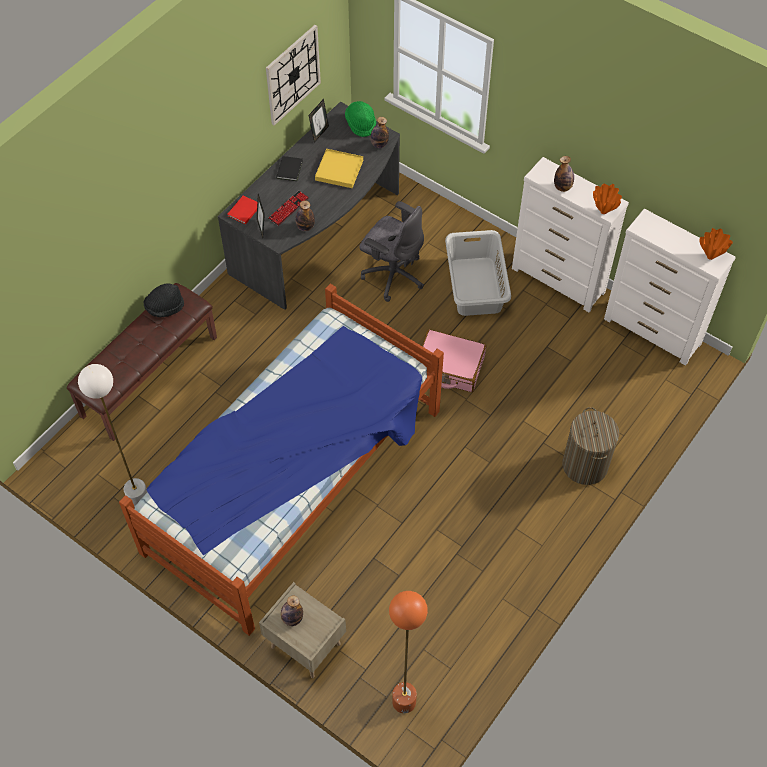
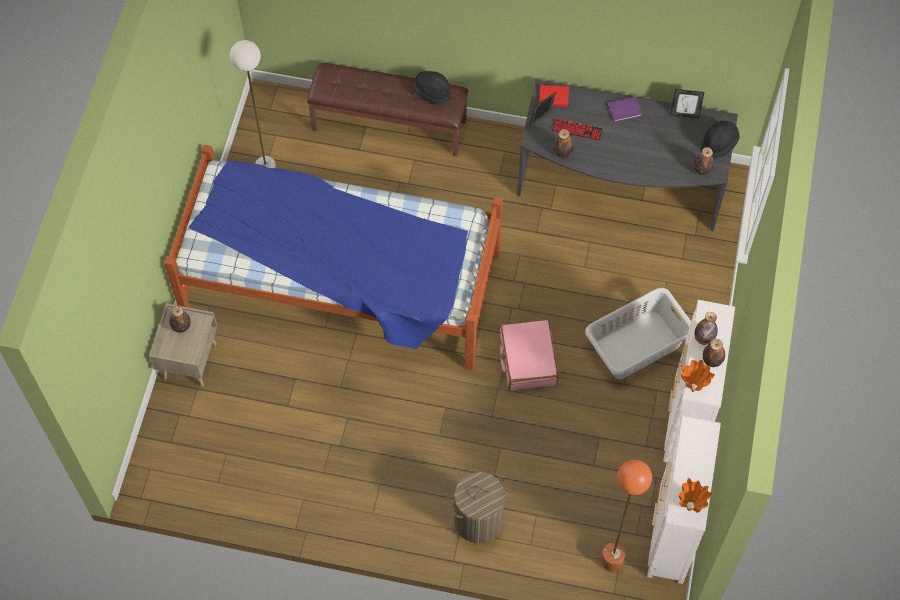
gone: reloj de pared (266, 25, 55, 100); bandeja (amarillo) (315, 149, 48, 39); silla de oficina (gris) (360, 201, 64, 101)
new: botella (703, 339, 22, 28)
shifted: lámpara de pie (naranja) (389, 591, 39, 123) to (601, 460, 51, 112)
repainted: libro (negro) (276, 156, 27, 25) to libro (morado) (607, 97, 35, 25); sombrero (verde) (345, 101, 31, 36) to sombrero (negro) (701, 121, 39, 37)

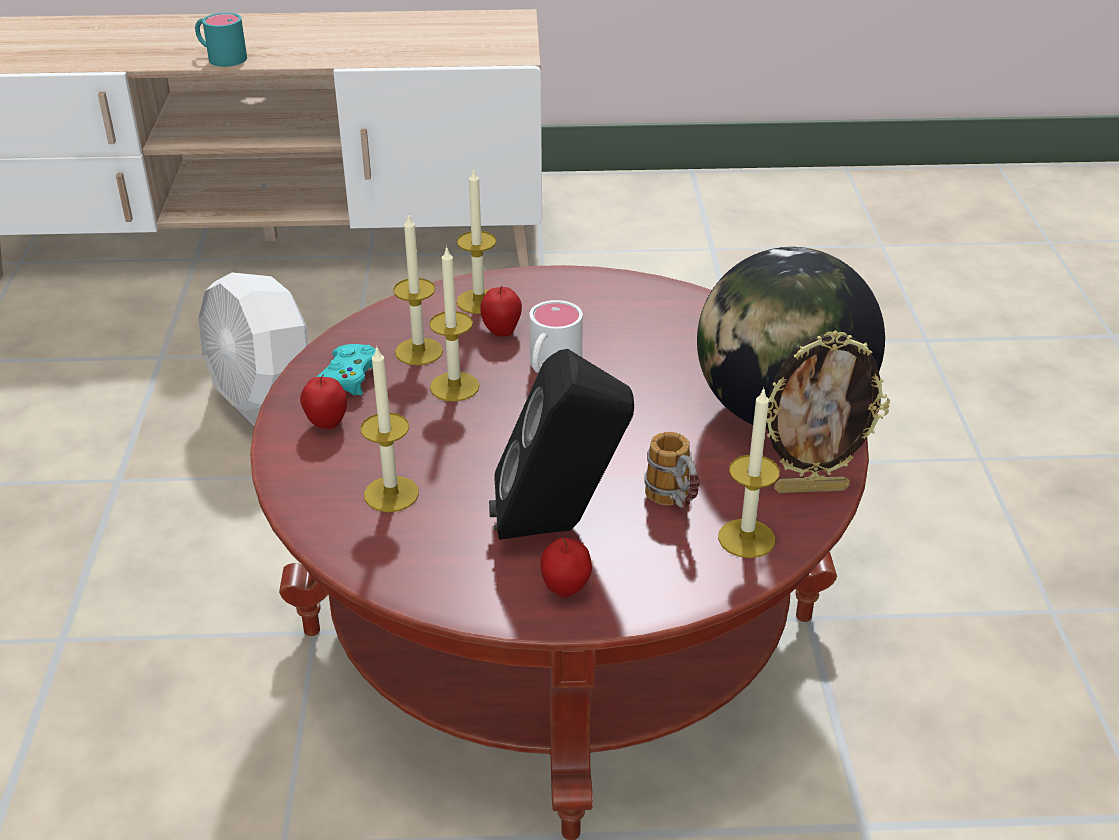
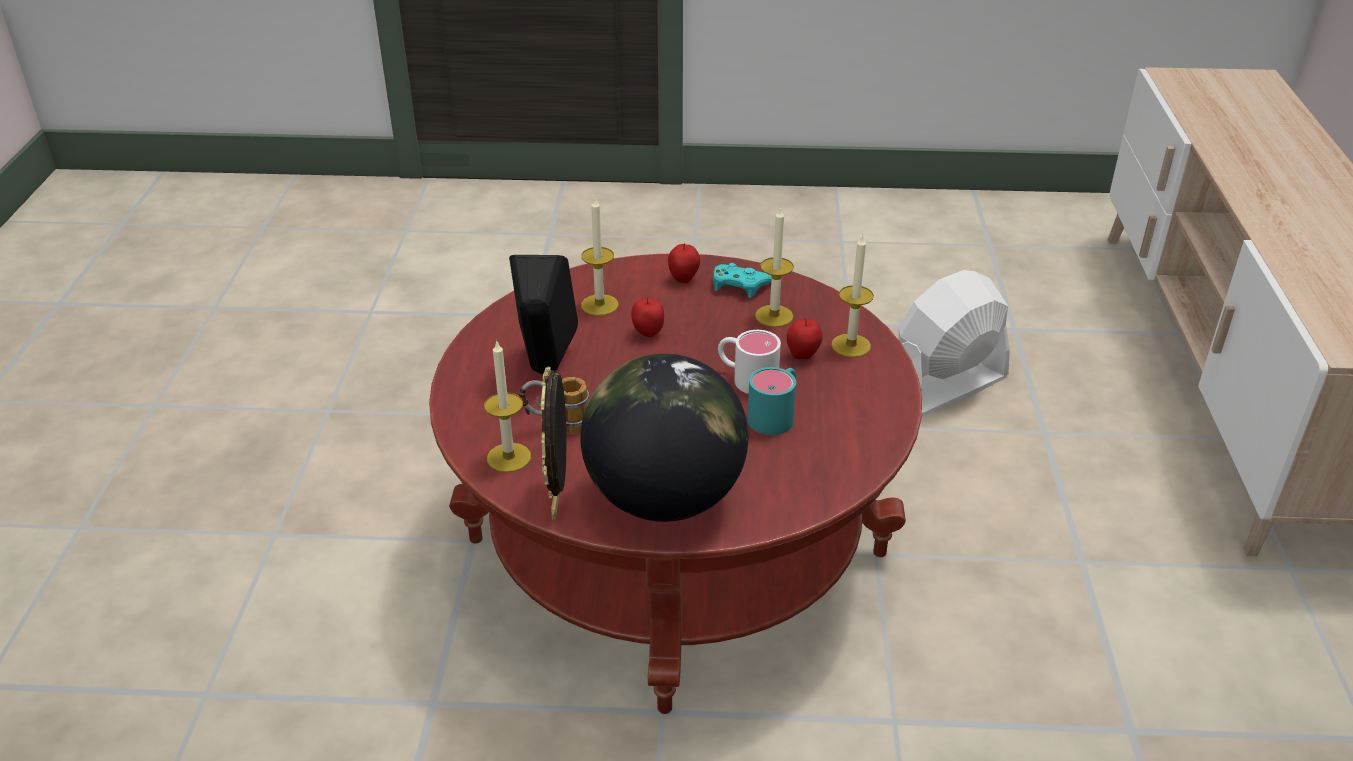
gone: vela (429, 245, 51, 157)
shifted: taza grande (turquesa) (195, 12, 52, 55) to (747, 367, 49, 68); manzana (540, 538, 52, 60) to (631, 295, 33, 42)

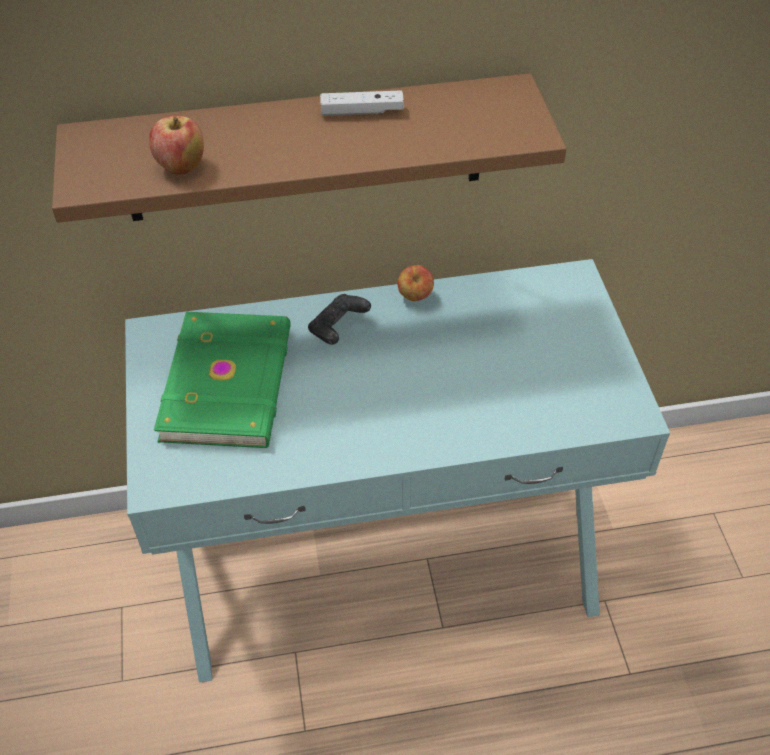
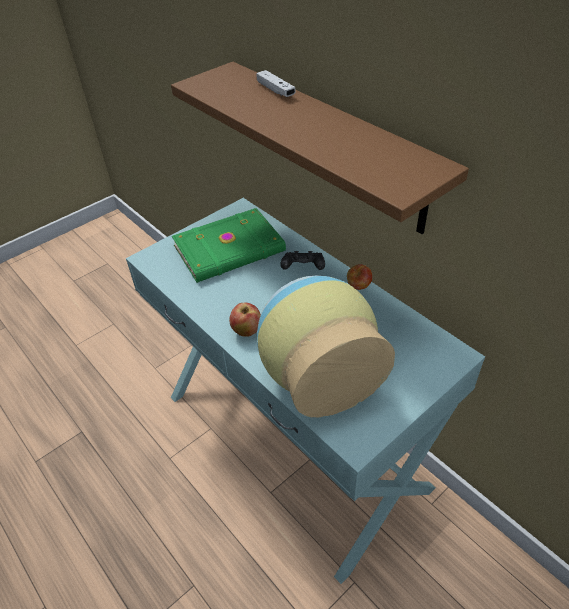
new: florero (257, 276, 138, 142)
shifted: manzana (149, 115, 55, 59) to (229, 303, 32, 34); mando de consola (blanco) (320, 90, 84, 26) to (256, 70, 40, 27)

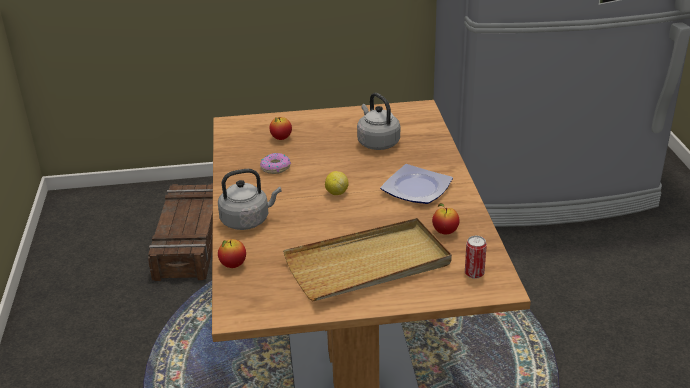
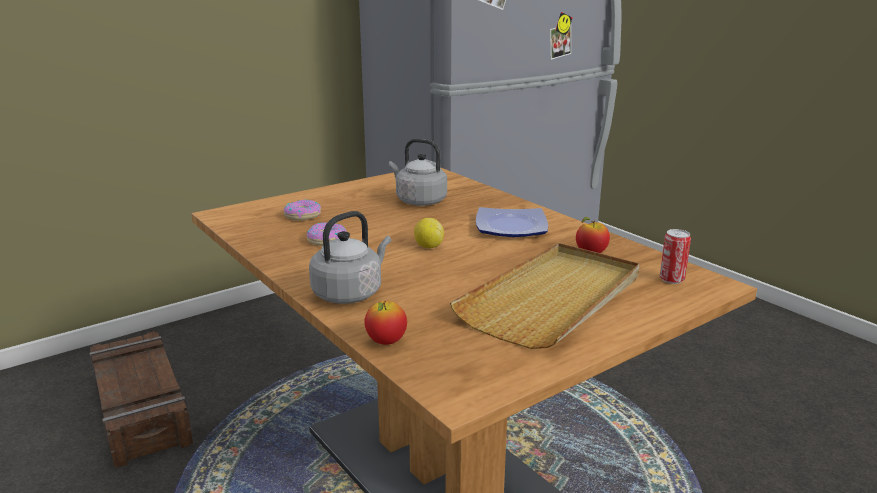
swapped: manzana (269, 117, 23, 23) to rosquilla (283, 200, 38, 21)

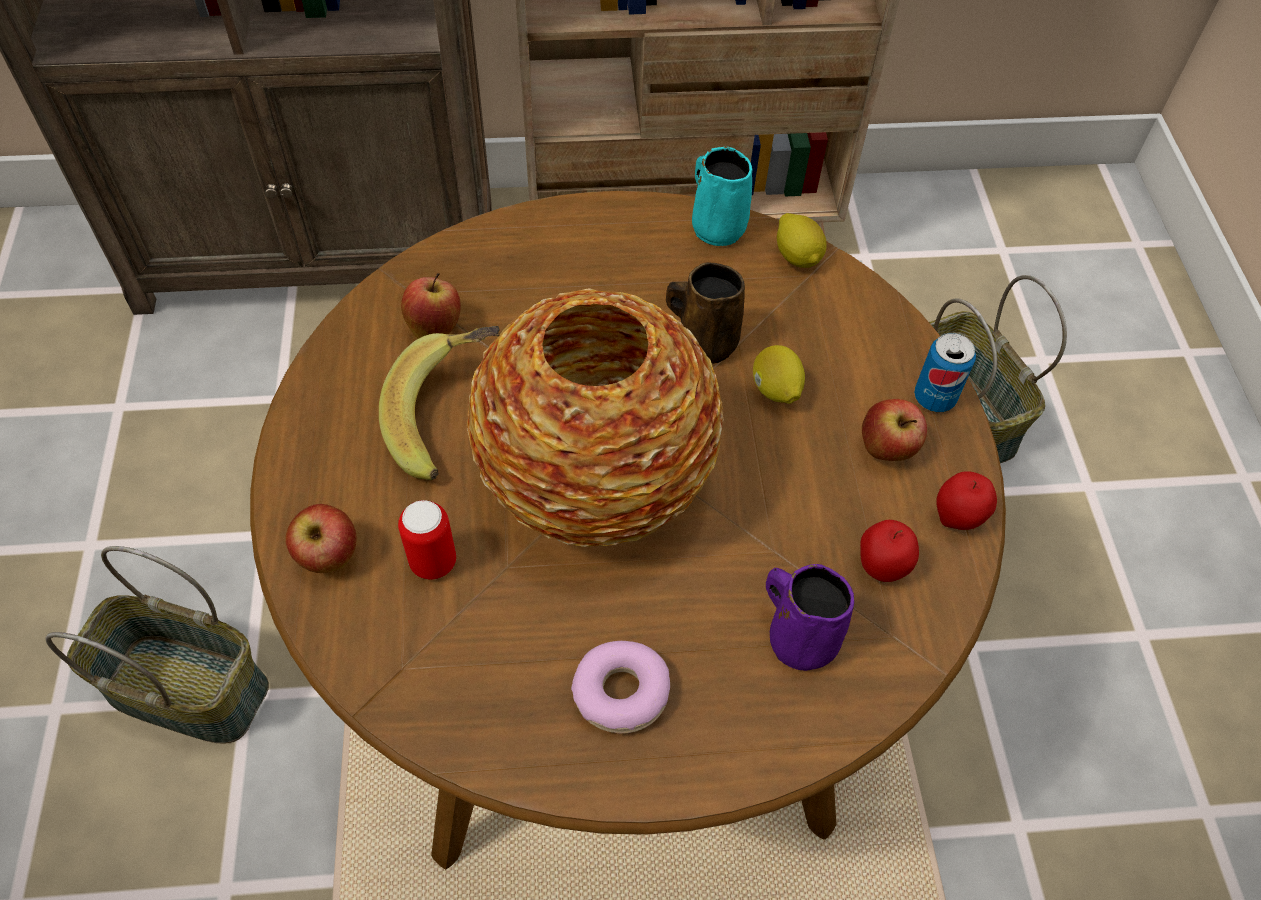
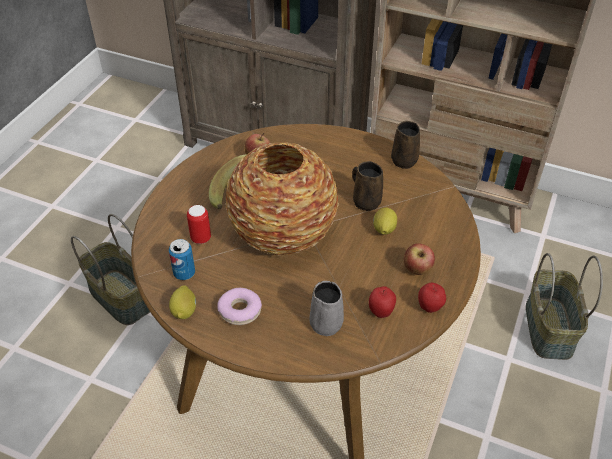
gone: manzana (285, 504, 72, 69)
shifted: limón (777, 213, 50, 55) to (169, 285, 27, 34); lata (914, 333, 62, 79) to (169, 239, 26, 41)
repainted: taza grande (turquesa) (692, 147, 60, 99) to taza grande (marrón) (391, 121, 29, 48); taza grande (morado) (766, 564, 88, 109) to taza grande (gris) (310, 281, 34, 55)

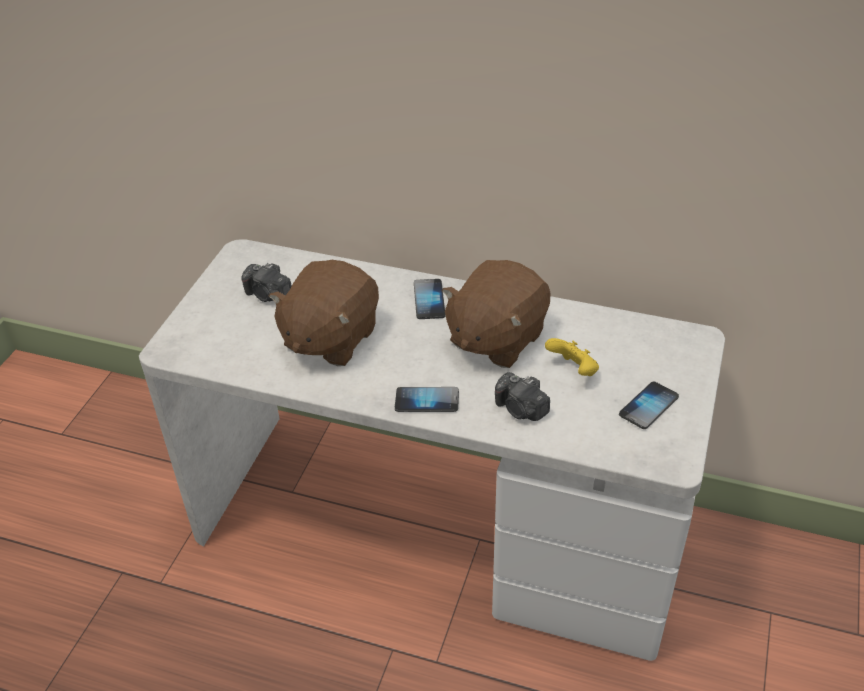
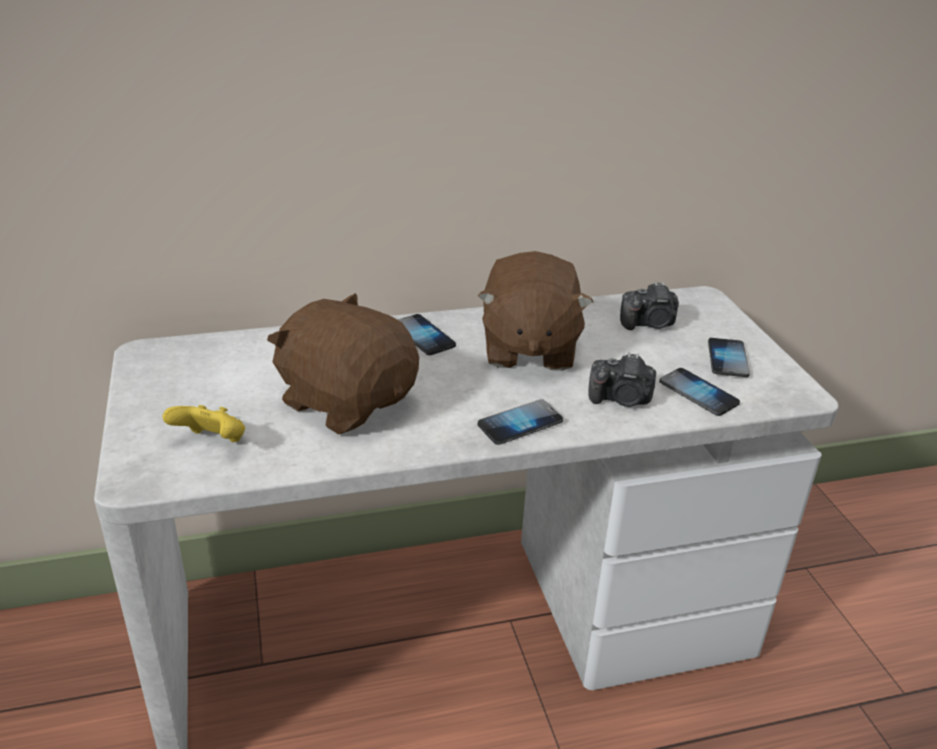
new: móvil (659, 368, 81, 48)
shifted: cámara (241, 263, 51, 39) to (620, 282, 59, 48); mando de consola (amarillo) (545, 338, 54, 38) to (162, 405, 83, 37)
rotated: peluche (marrón) (269, 260, 110, 106) = (267, 293, 152, 142) 135 degrees clockwise

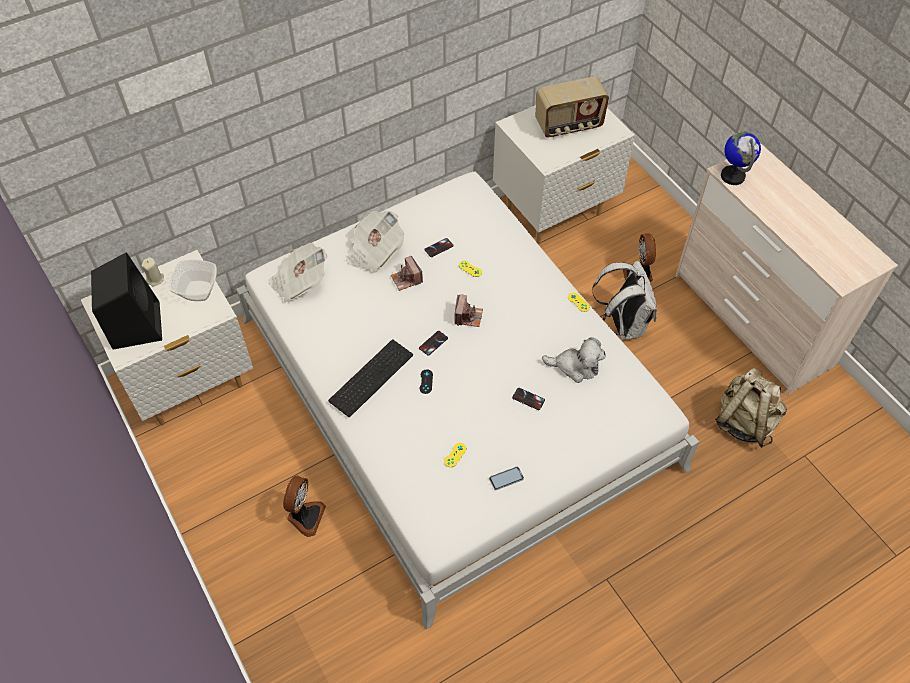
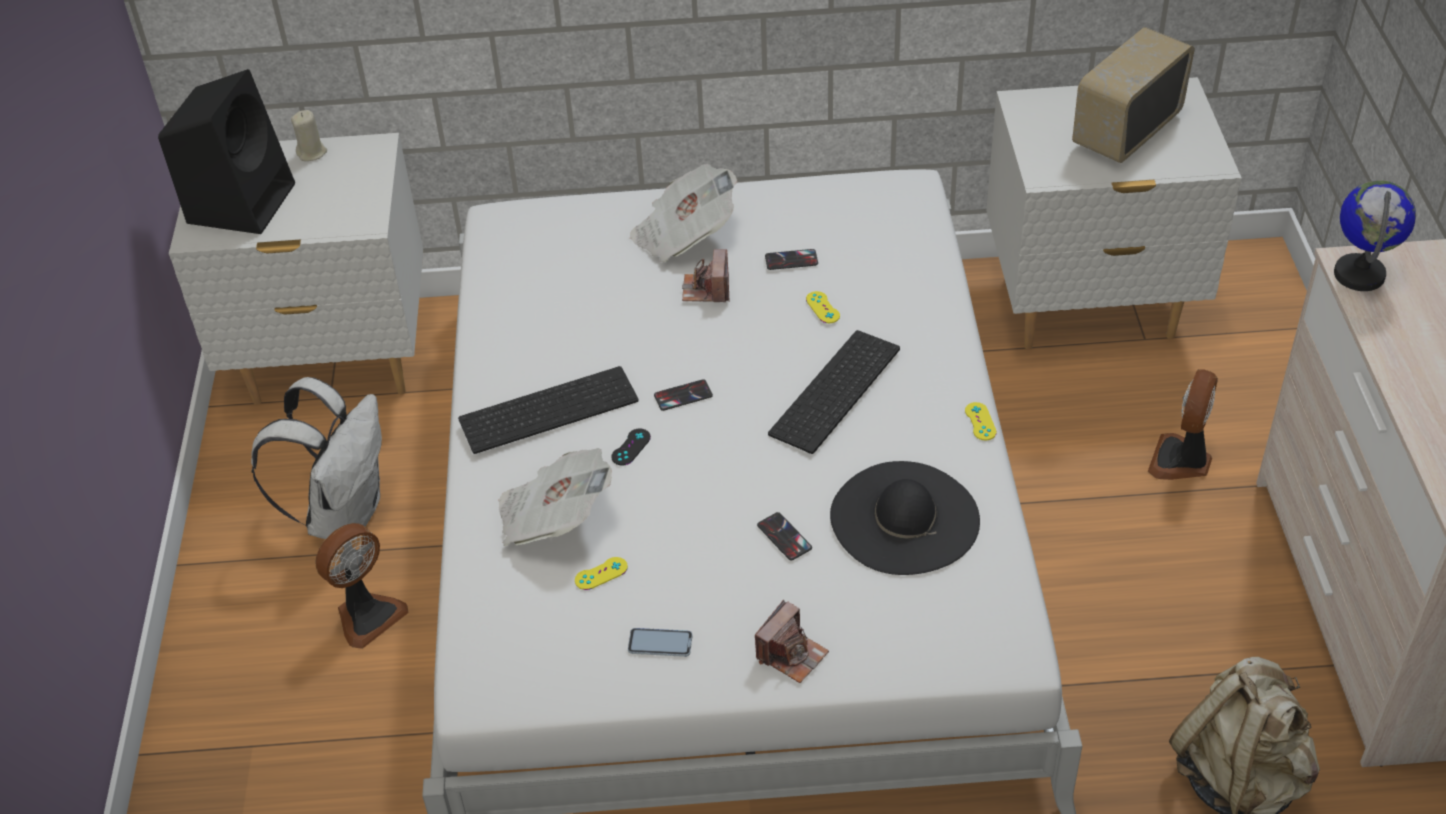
gone: cuenco (169, 260, 48, 41)
new: teclado (768, 330, 132, 124)
shifted: periódico (269, 243, 58, 59) to (498, 448, 114, 98); cámara (454, 294, 29, 33) to (755, 600, 74, 83); mochila (blanco) (592, 261, 65, 79) to (251, 377, 131, 166)
swapped: peluche (542, 337, 64, 46) to sombrero (negro) (830, 461, 150, 114)
rotated: radio (535, 77, 74, 61) = (1072, 27, 123, 136) 120 degrees clockwise

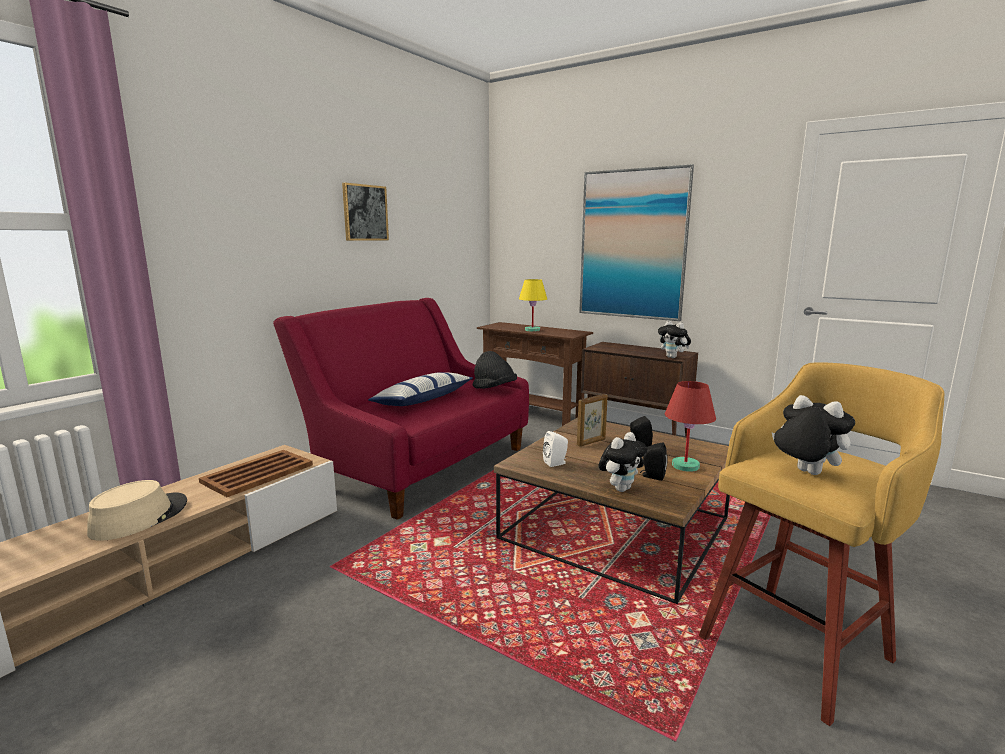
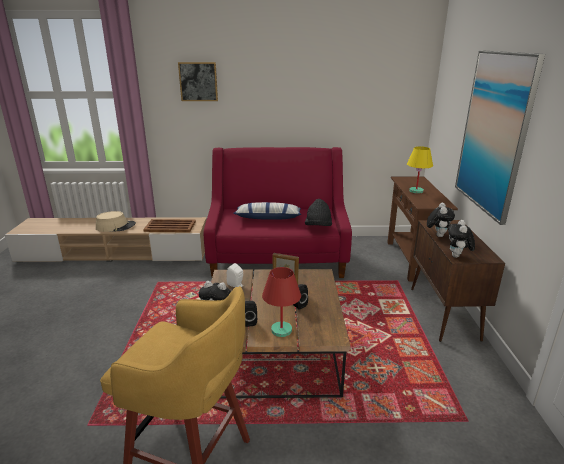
shifted: cuadro (342, 183, 47, 58) to (178, 62, 40, 39); peluche (771, 395, 84, 80) to (427, 203, 28, 34)

